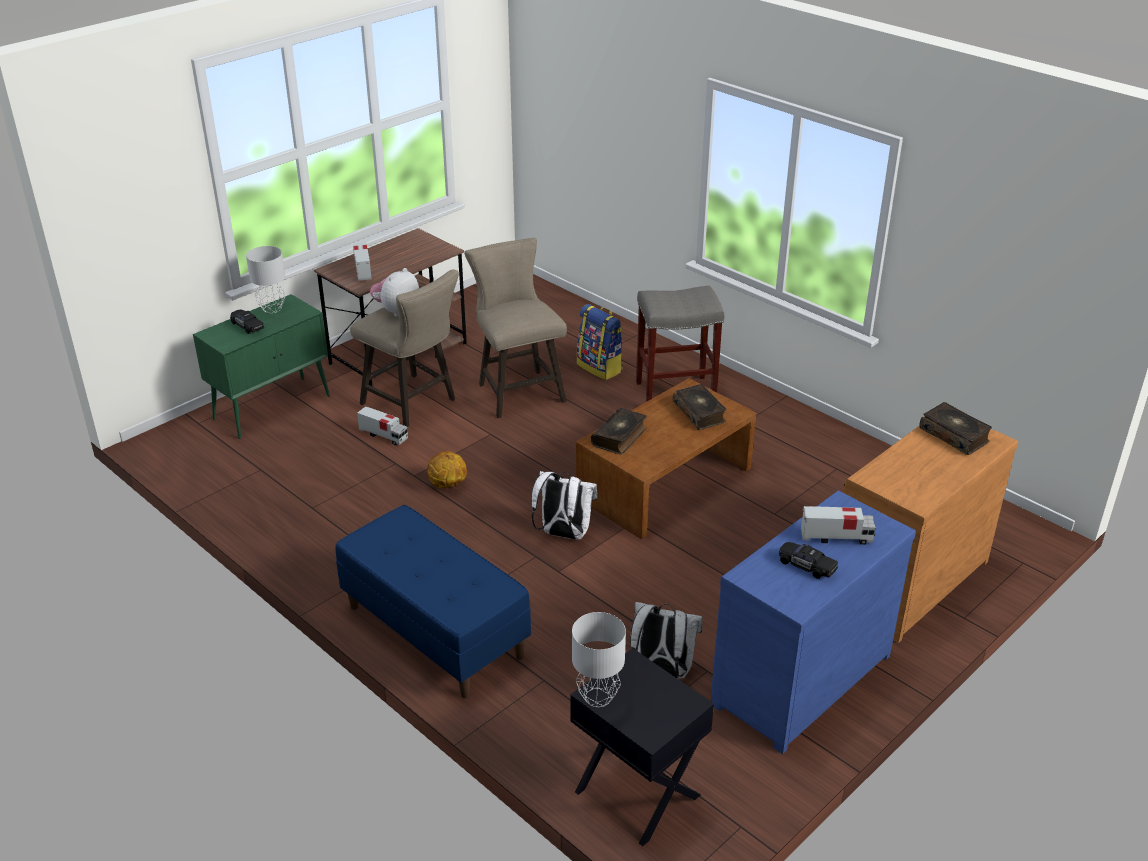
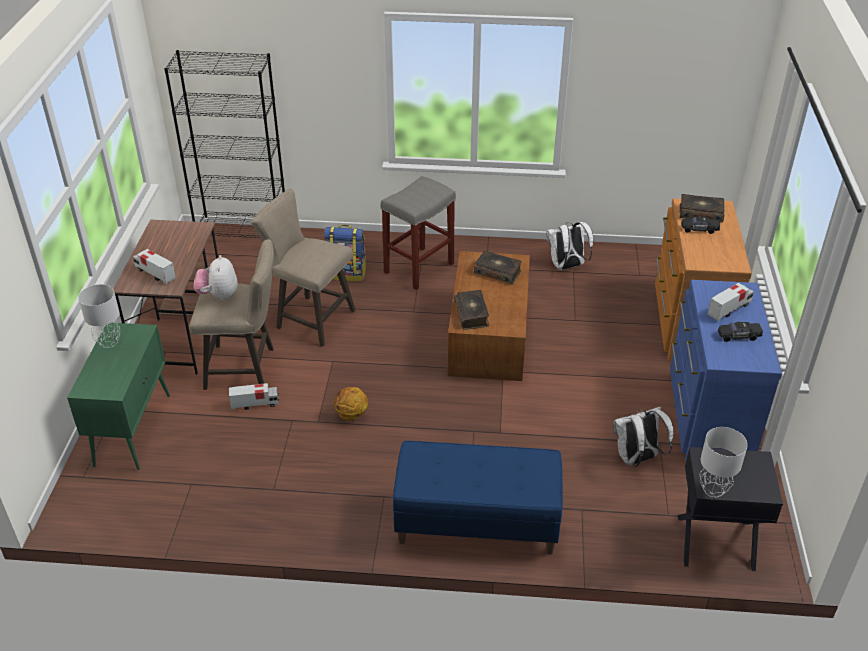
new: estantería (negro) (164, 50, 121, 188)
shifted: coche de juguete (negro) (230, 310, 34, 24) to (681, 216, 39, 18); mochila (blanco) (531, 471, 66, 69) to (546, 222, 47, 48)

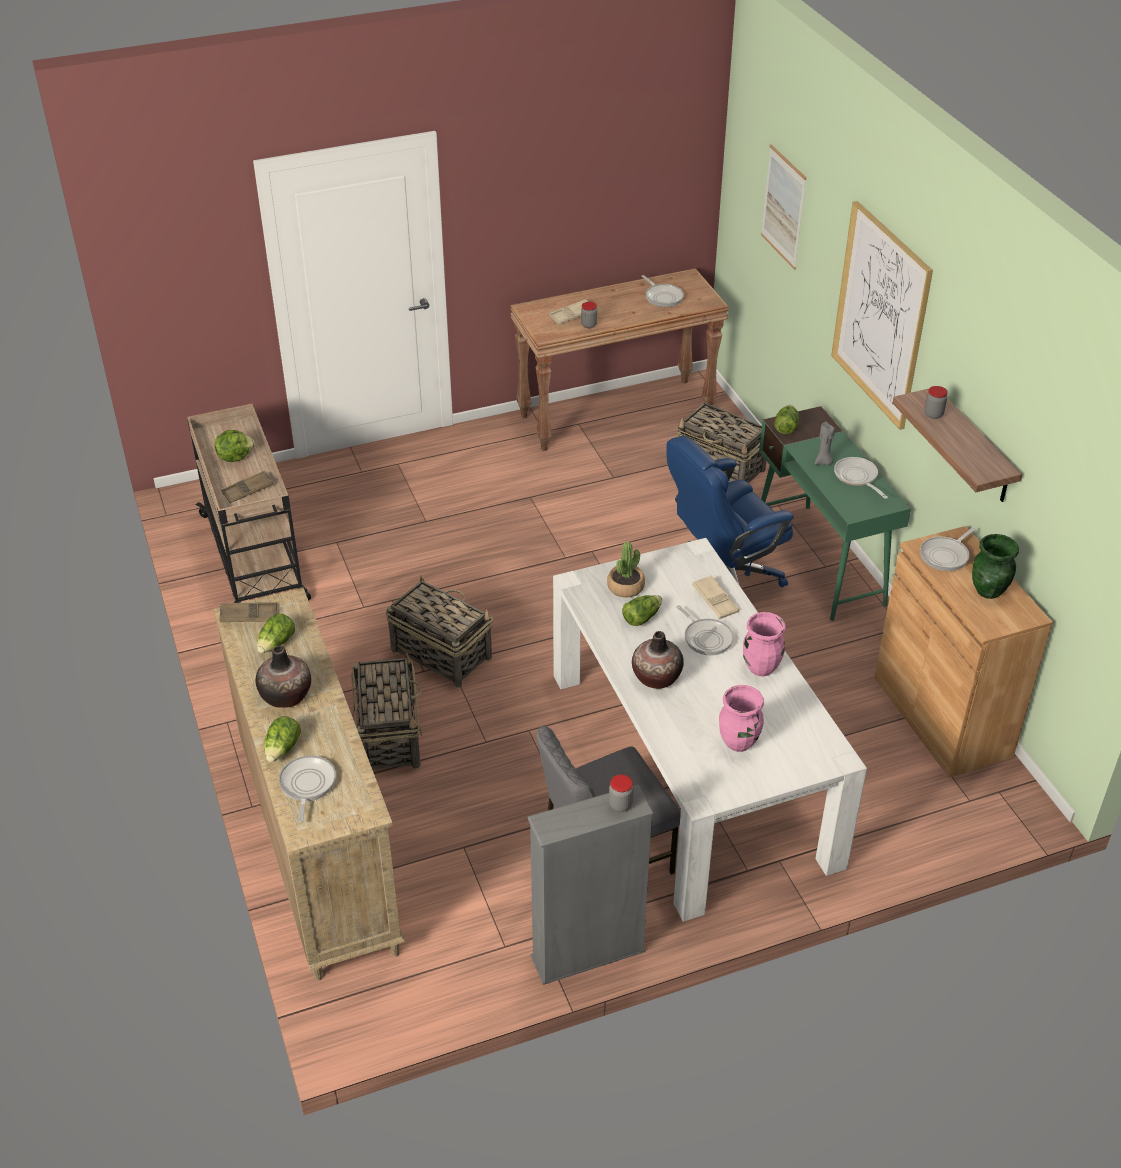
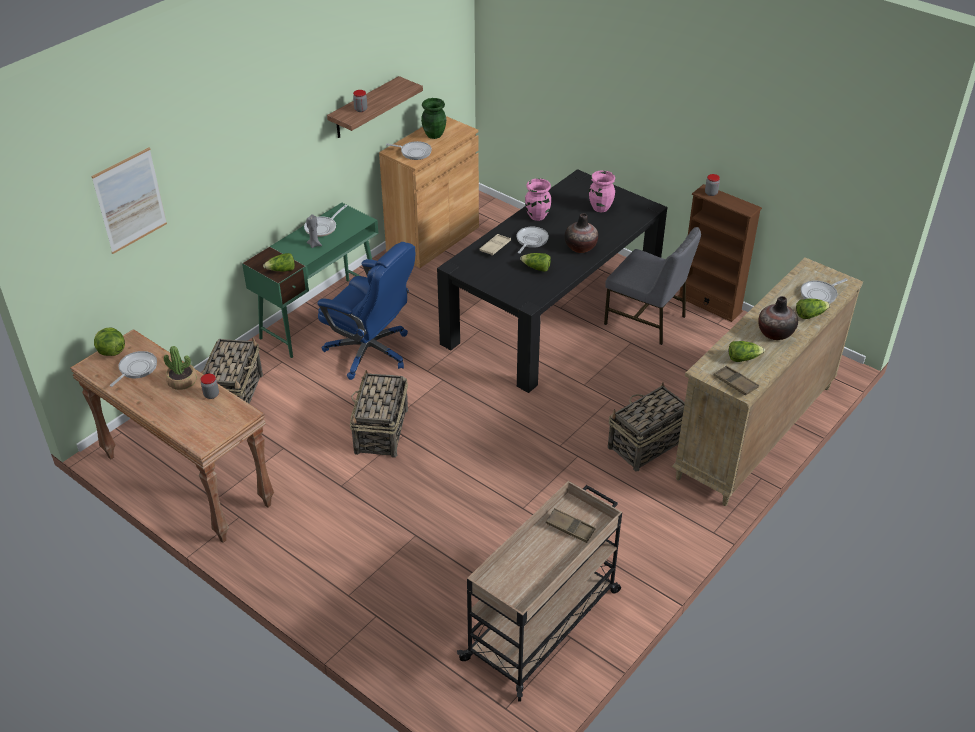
gone: bandeja (beis) (549, 299, 39, 26); cuadro (831, 201, 102, 229)
shifted: lechuga (215, 430, 40, 32) to (94, 328, 31, 28); cesta (386, 575, 107, 113) to (350, 370, 58, 88); planta en maceta (607, 542, 38, 56) to (164, 346, 33, 44)
repainted: estantería (gris) (527, 784, 127, 201) to estantería (marrón) (678, 184, 84, 138); mesa de comedor (blanco) (553, 538, 314, 384) to mesa de comedor (negro) (437, 169, 230, 224)

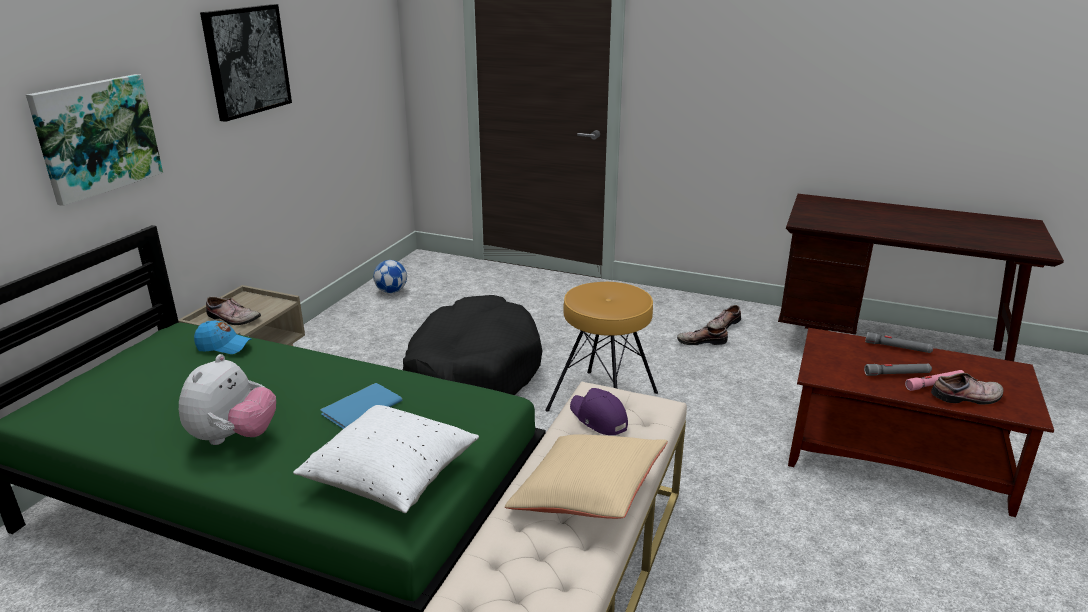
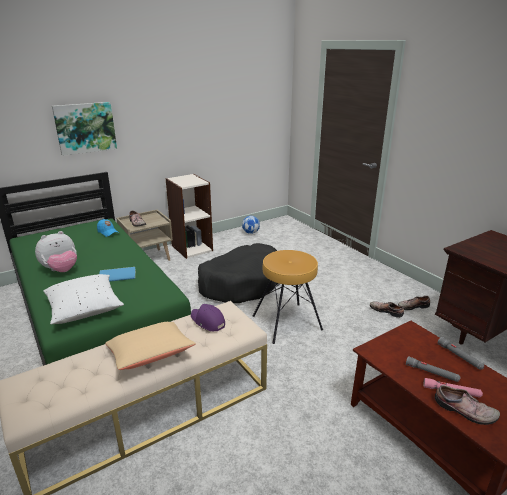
gone: cuadro (200, 4, 92, 118)
new: estantería (166, 174, 47, 85)
rotated: gorra (morado) (570, 388, 58, 47) = (191, 304, 34, 27) 45 degrees counterclockwise

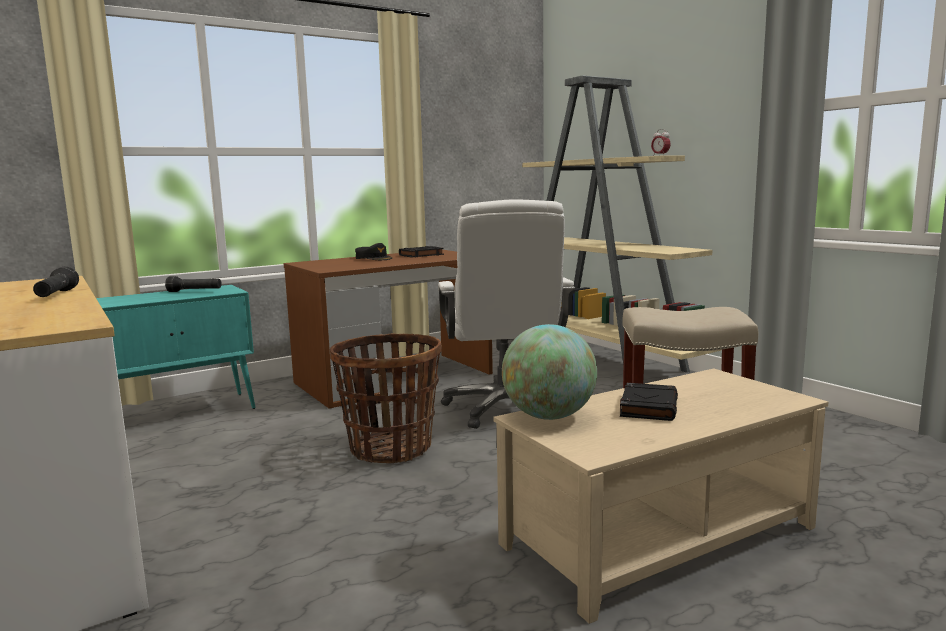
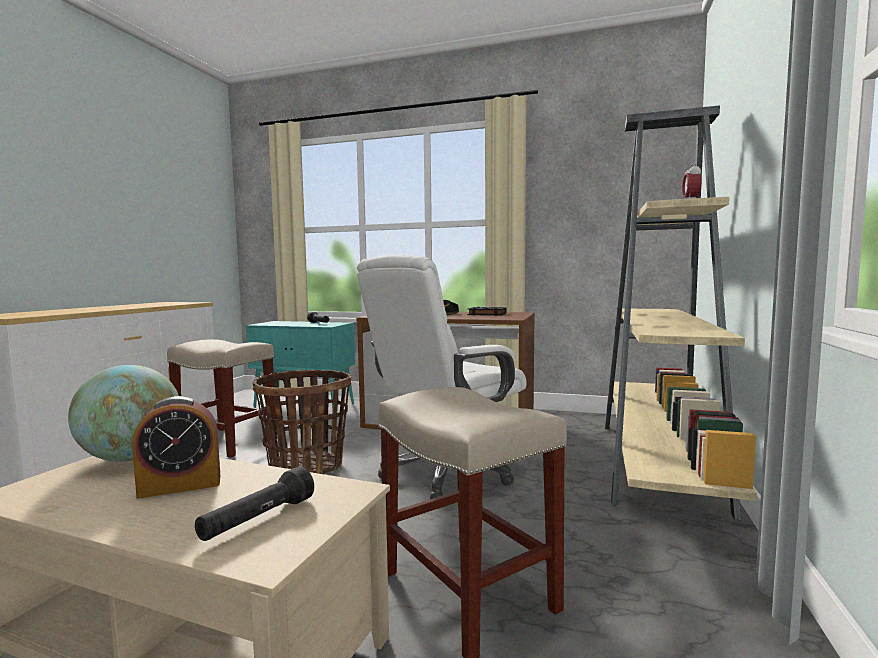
new: taburete (beis) (167, 339, 110, 119)
shifted: linterna (negro) (33, 267, 46, 30) to (195, 466, 119, 75)
swapped: libro (negro) (620, 383, 58, 38) to despertador (132, 396, 88, 103)

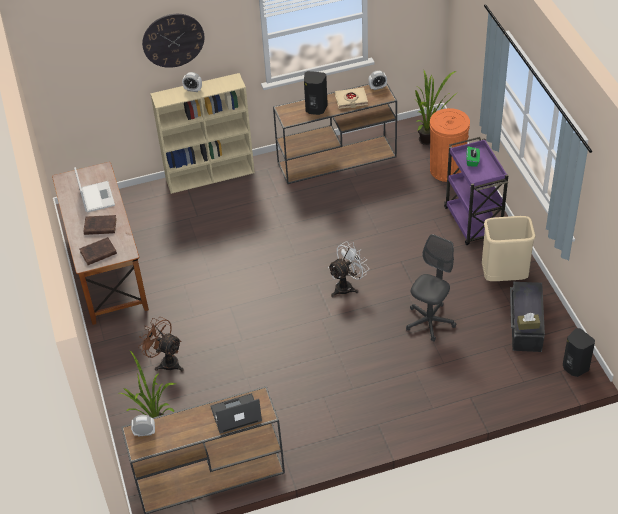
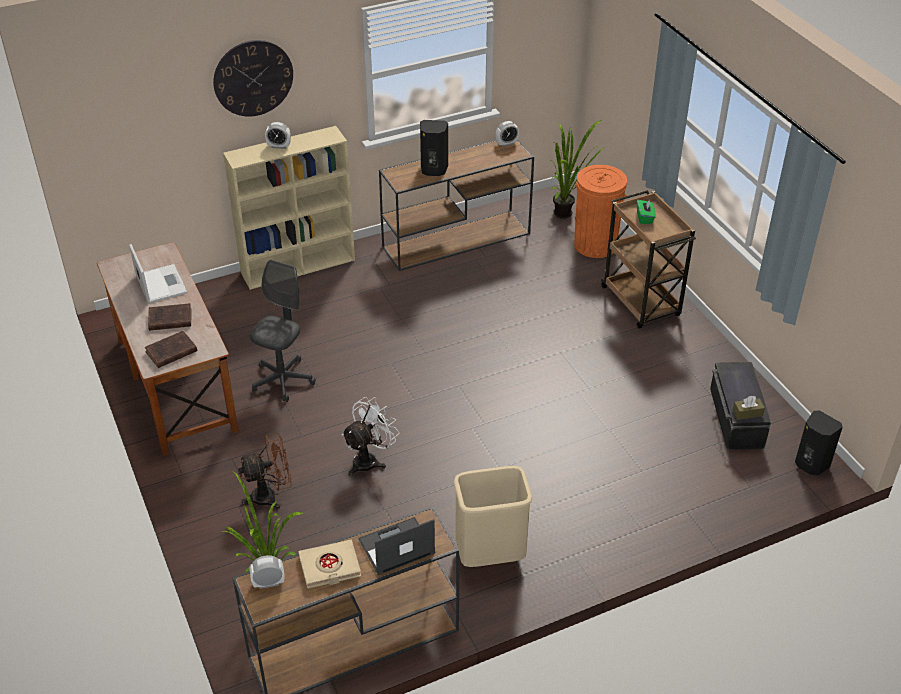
shifted: ventilador (blanco) (328, 241, 40, 56) to (341, 397, 59, 79); libro (beis) (335, 87, 33, 22) to (298, 539, 63, 50); silla de oficina (gris) (406, 234, 50, 107) to (250, 260, 66, 142); papelera (beis) (482, 216, 54, 65) to (454, 466, 78, 101)
repainted: carrito (morado) (444, 137, 64, 108) to carrito (marrón) (601, 190, 95, 138)
rotated: ventilador (marrón) (138, 317, 46, 55) = (238, 433, 54, 77) 135 degrees clockwise

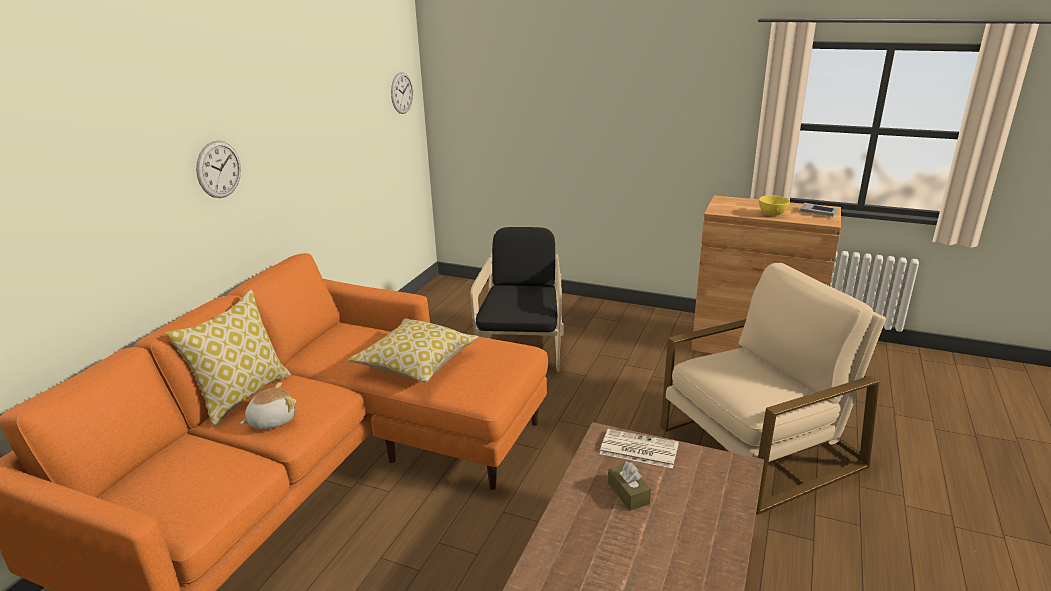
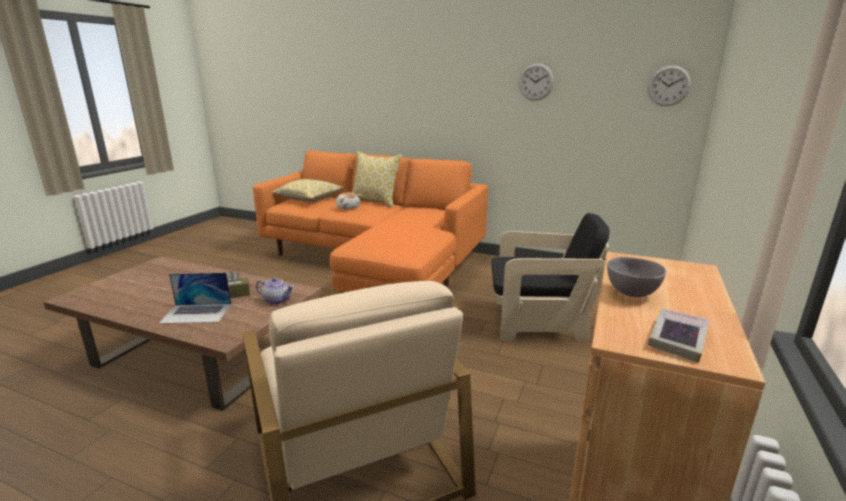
new: portátil (159, 273, 72, 51)
shifted: reloj de pared (196, 141, 45, 57) to (519, 63, 35, 38); cojín (348, 319, 131, 64) to (272, 179, 72, 23)
swapped: periódico (600, 429, 79, 39) to tetera (256, 278, 38, 27)
repainted: cuenco (amarillo) (759, 195, 31, 21) to cuenco (gris) (607, 257, 59, 40)

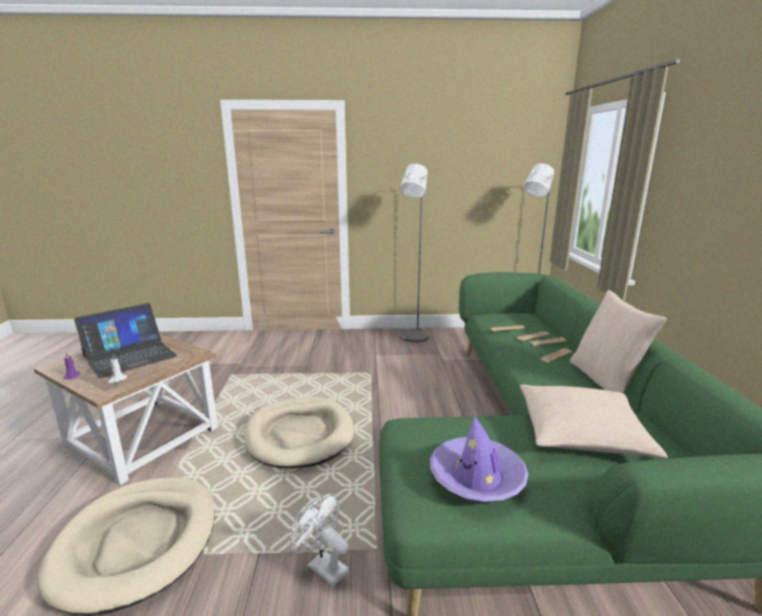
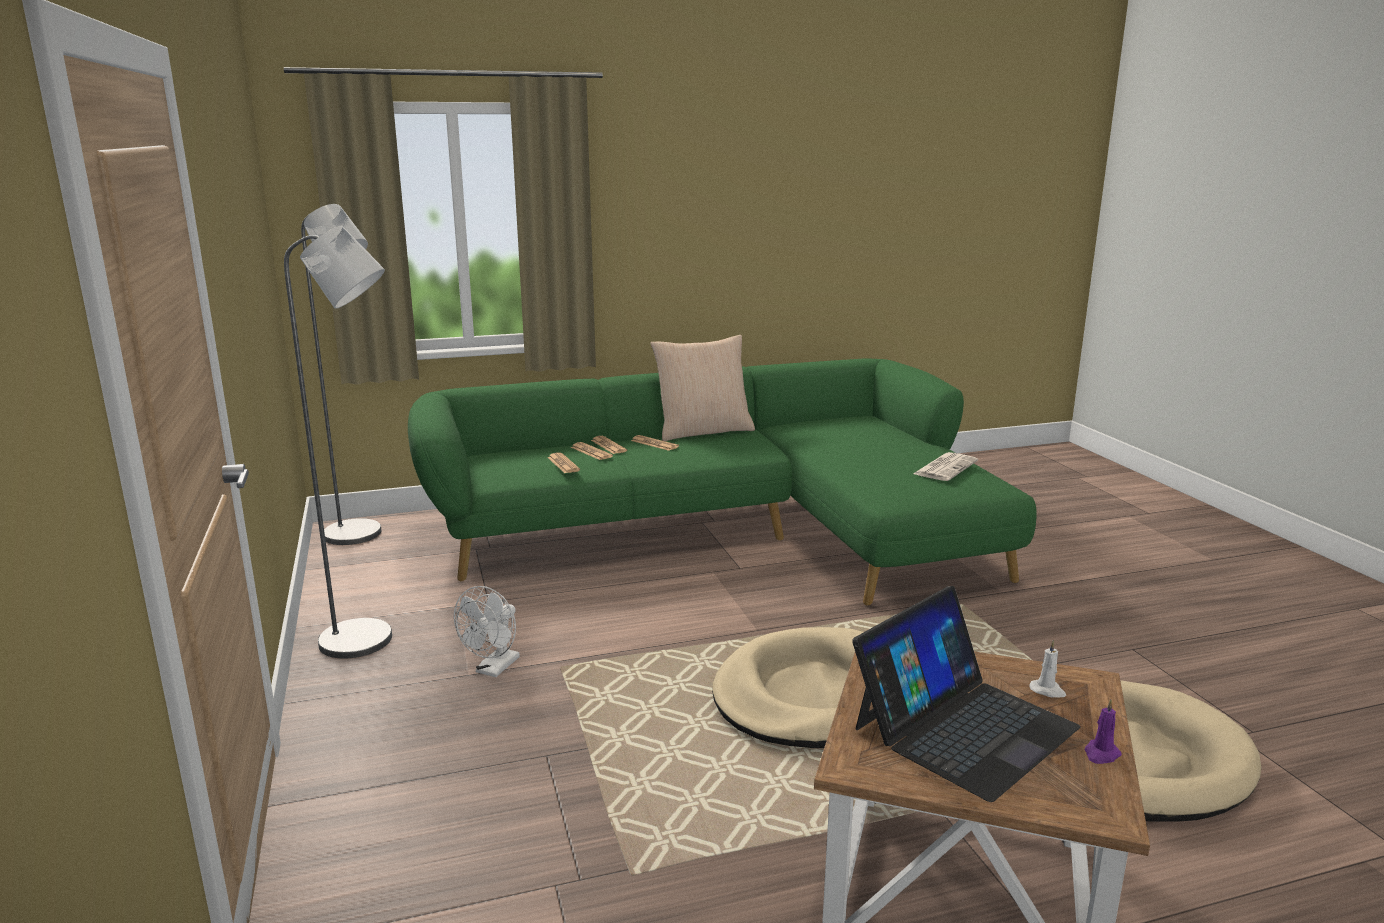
gone: cojín (beis) (520, 385, 148, 73)
shifted: ventilador (blanco) (291, 494, 58, 93) to (454, 586, 66, 91)
swapped: sombrero (morado) (430, 416, 99, 87) to periódico (913, 452, 65, 29)
rotated: portátil (74, 303, 103, 75) = (852, 586, 228, 216) 105 degrees clockwise

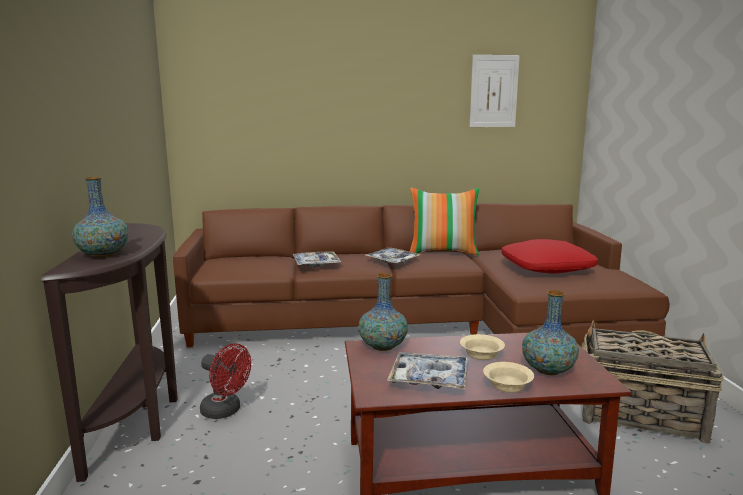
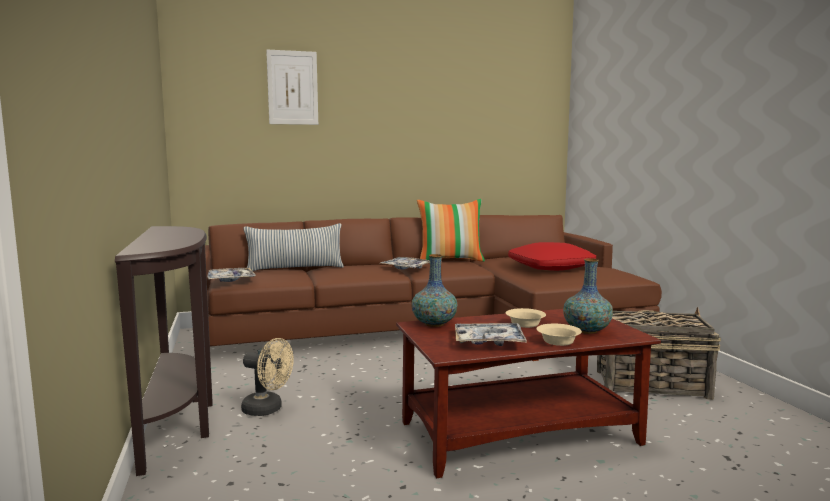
gone: florero (72, 177, 57, 80)
new: cojín (243, 223, 101, 48)
shifted: bandeja (292, 251, 49, 16) to (207, 268, 49, 14); cuadro (469, 55, 51, 72) to (266, 50, 52, 75)
repainted: ventilador (rojo) (200, 343, 51, 76) to ventilador (beis) (241, 338, 53, 78)

